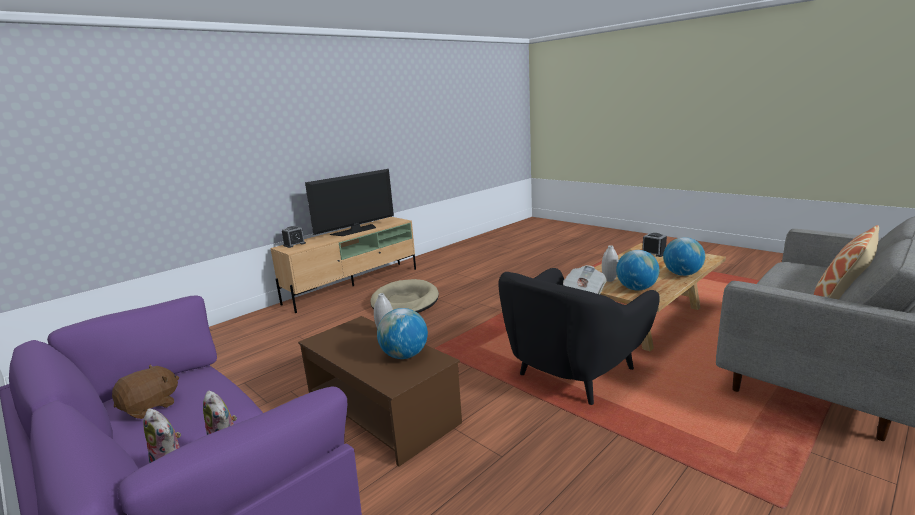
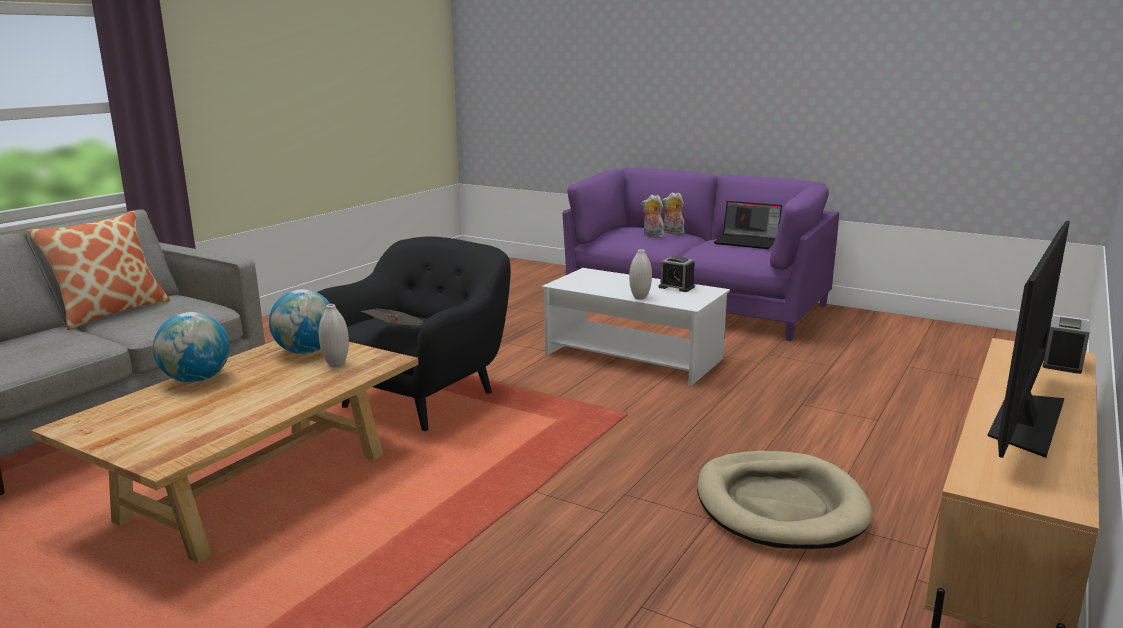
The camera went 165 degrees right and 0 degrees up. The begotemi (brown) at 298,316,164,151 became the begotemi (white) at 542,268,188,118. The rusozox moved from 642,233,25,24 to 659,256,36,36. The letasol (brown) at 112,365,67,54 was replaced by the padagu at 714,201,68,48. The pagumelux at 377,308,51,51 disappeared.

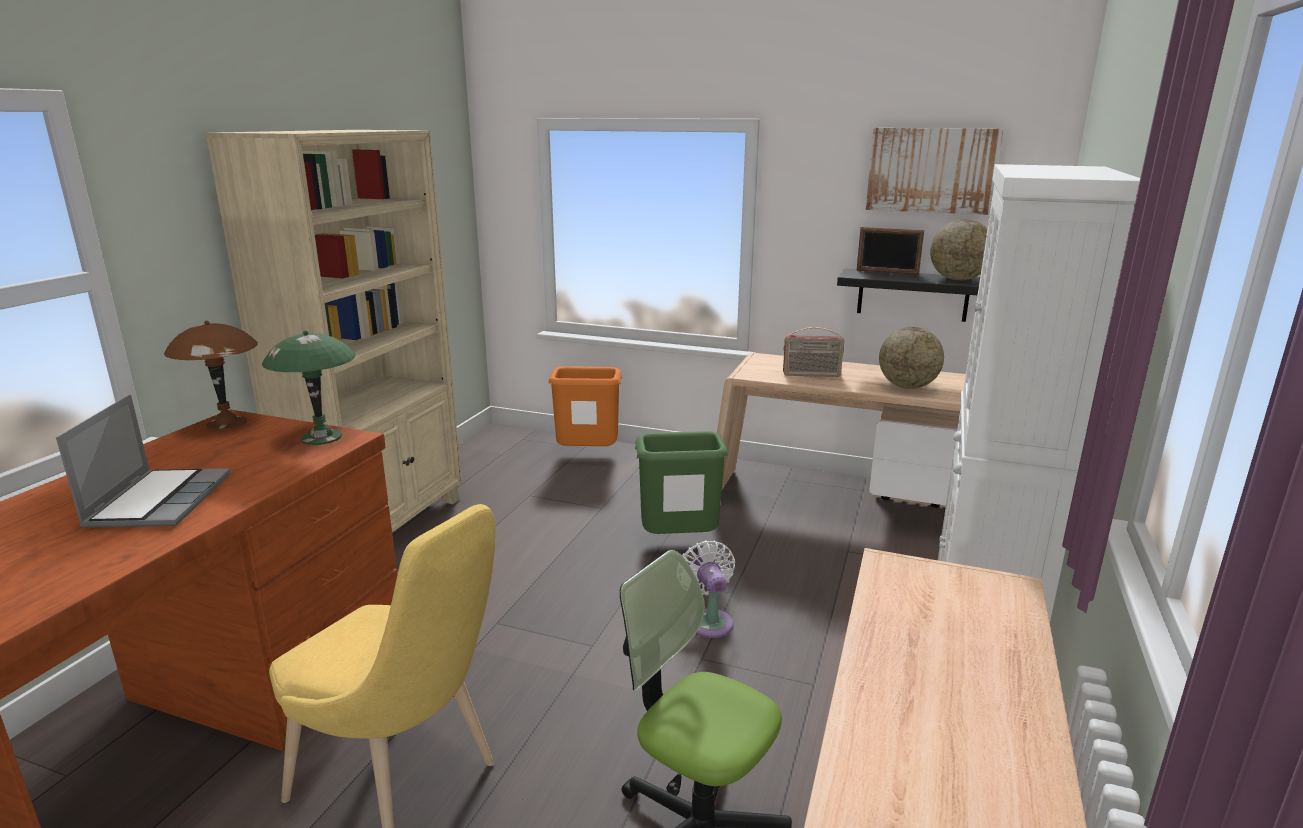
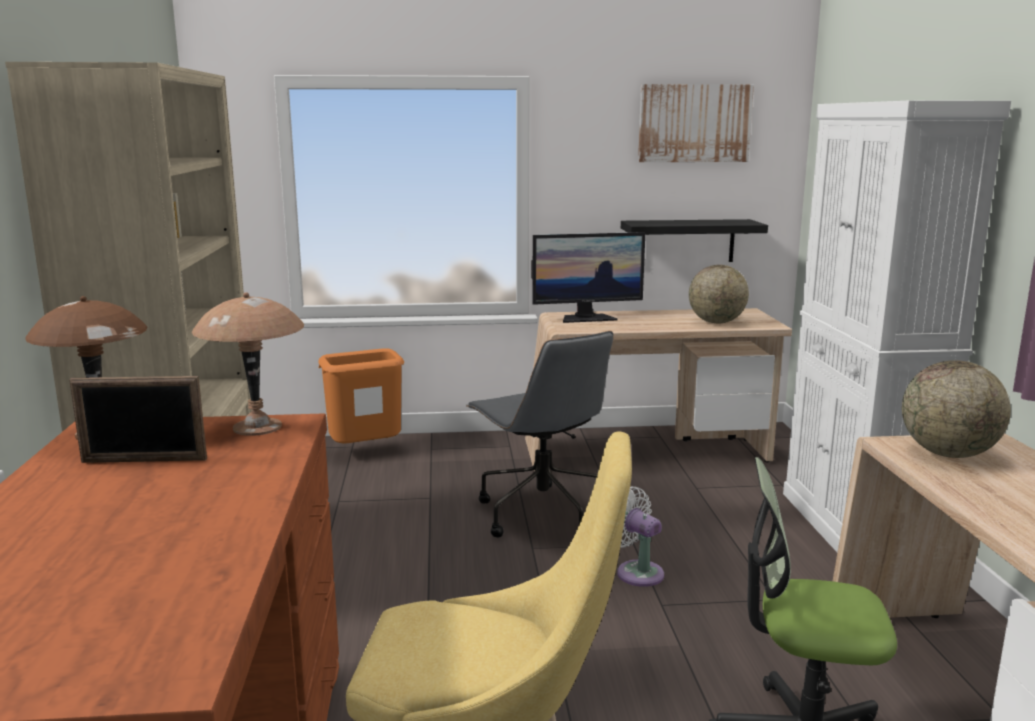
The camera went 25 degrees left and 5 degrees down. The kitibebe moved from 856,227,68,48 to 69,376,138,87. The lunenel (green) at 262,330,94,115 became the lunenel (brown) at 192,292,112,144. The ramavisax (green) at 635,431,93,103 was replaced by the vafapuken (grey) at 466,331,147,206. The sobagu at 531,232,114,91 appeared. The pagumelux moved from 930,219,58,62 to 902,360,109,98. The padagu at 56,394,175,134 disappeared. The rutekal at 783,327,61,50 disappeared.

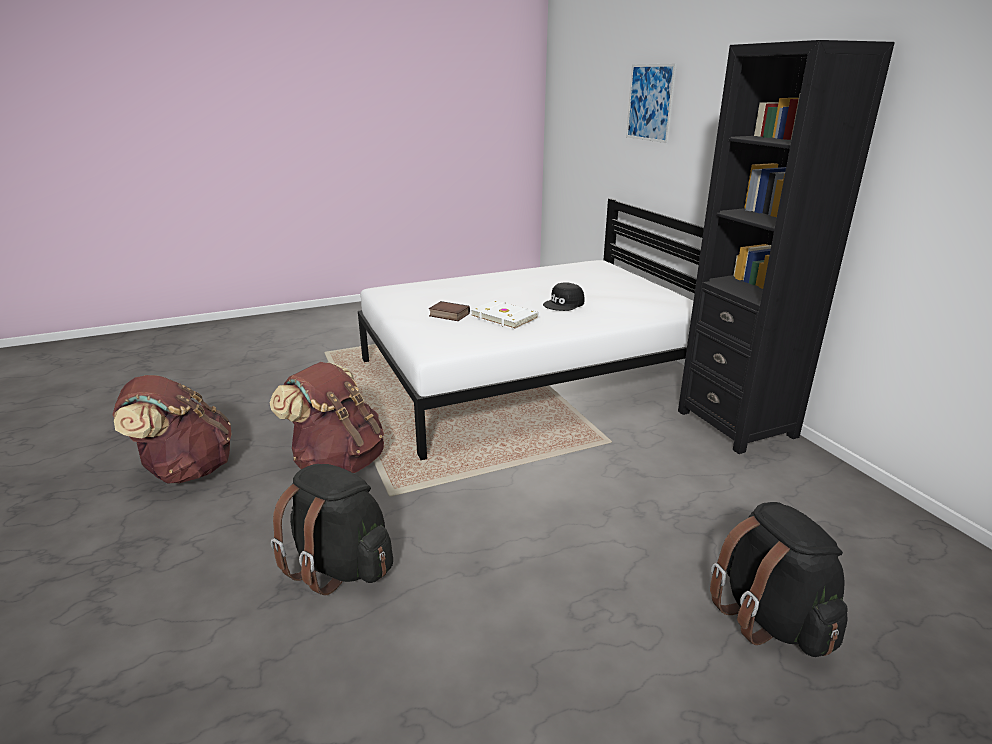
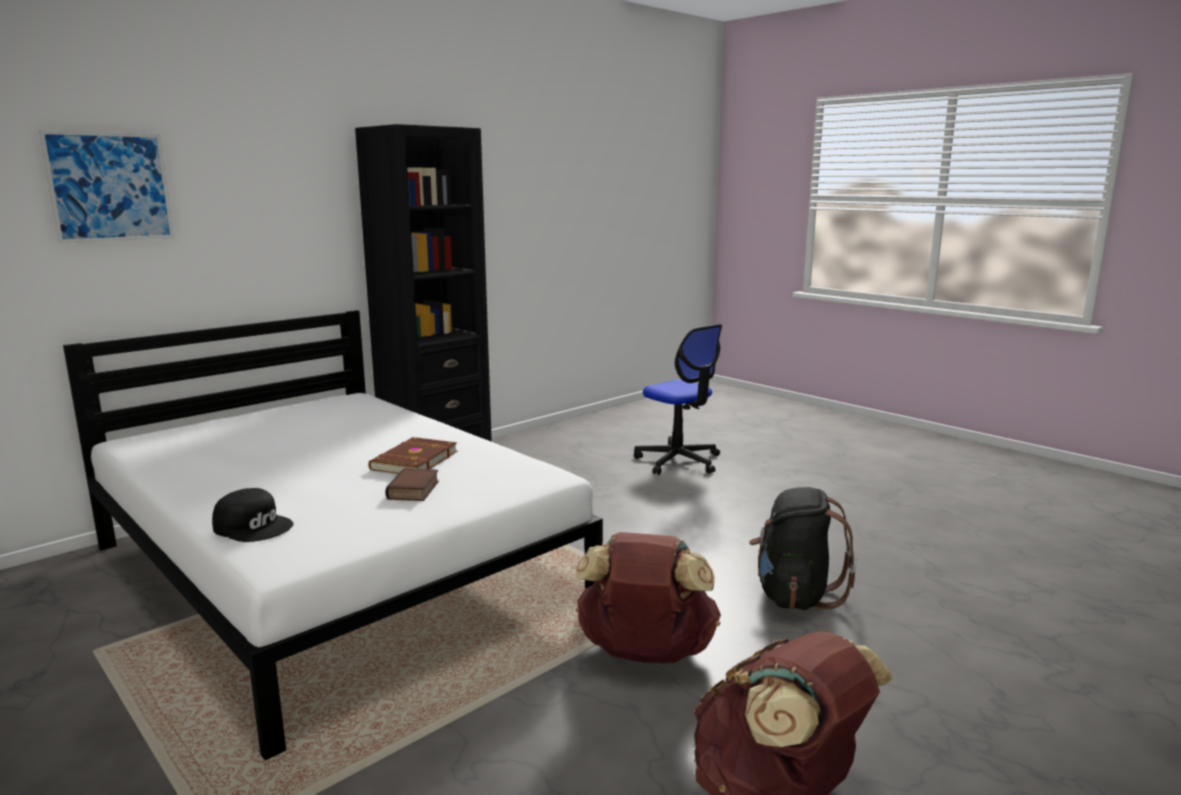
The camera went 110 degrees left and 10 degrees down. The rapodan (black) moved from 543,283,42,28 to 212,488,82,54. The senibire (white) at 471,300,68,29 became the senibire (brown) at 369,437,89,37. The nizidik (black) at 710,502,138,155 was replaced by the vafapuken at 634,324,88,151.

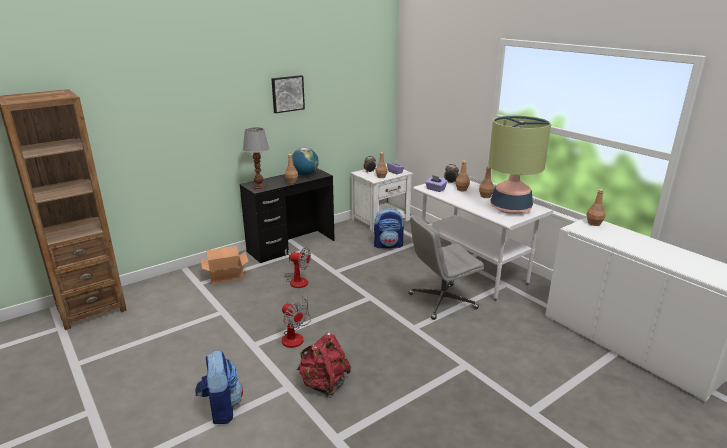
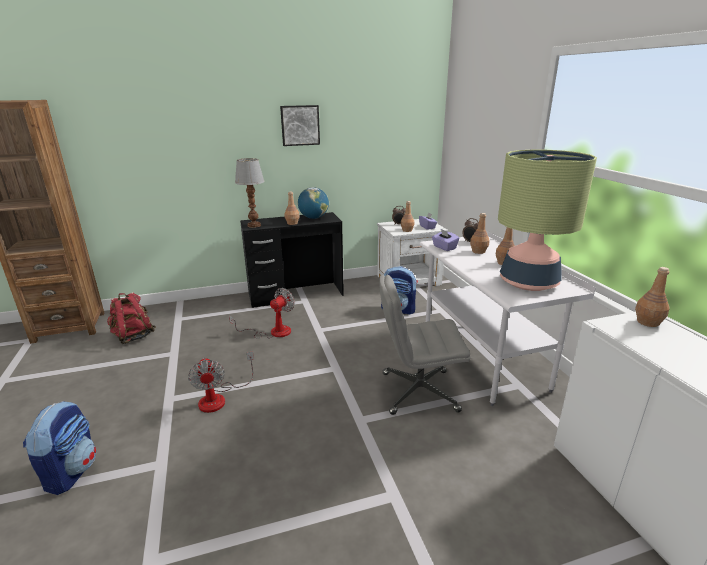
The camera went 20 degrees right and 0 degrees up. The nizidik (red) moved from 297,332,54,65 to 107,292,49,52. The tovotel at 285,247,26,41 turned 90 degrees counterclockwise. The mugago at 201,246,48,38 disappeared.

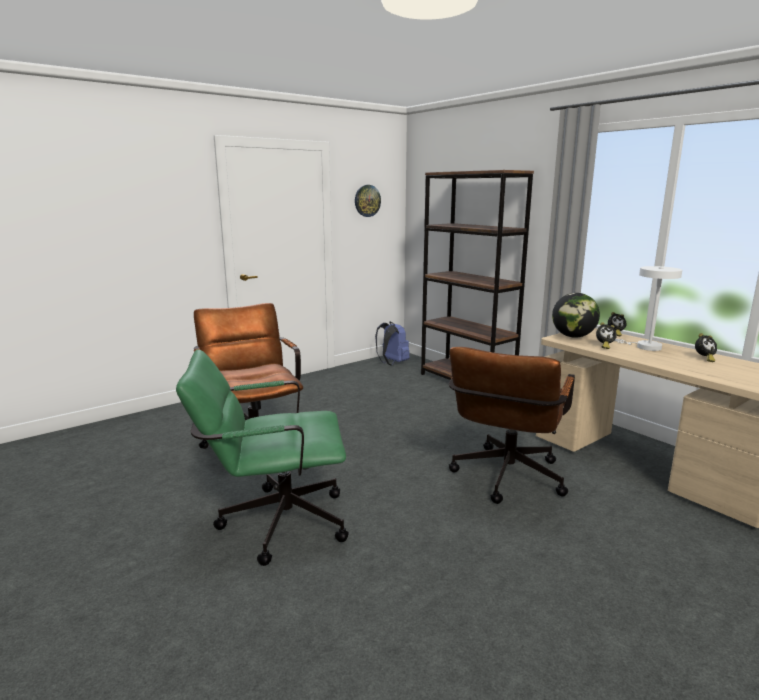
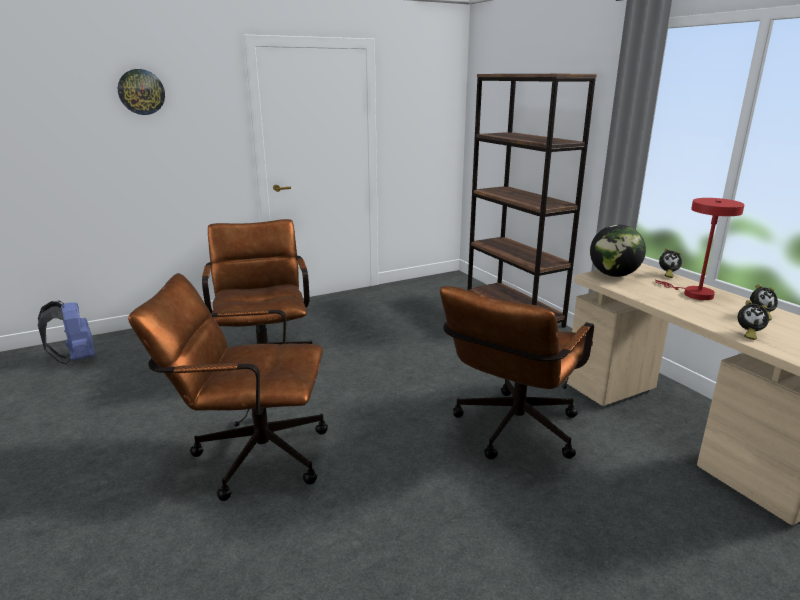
The camera went 10 degrees right and 5 degrees up. The nizidik (blue) moved from 375,321,35,45 to 38,300,57,64. The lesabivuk moved from 355,185,26,32 to 118,69,47,46. The vafapuken (green) at 176,349,173,217 became the vafapuken (brown) at 128,273,200,228. The lunenel (white) at 614,266,68,85 became the lunenel (red) at 655,198,90,102. The rusozox moved from 596,322,21,27 to 738,300,31,40.

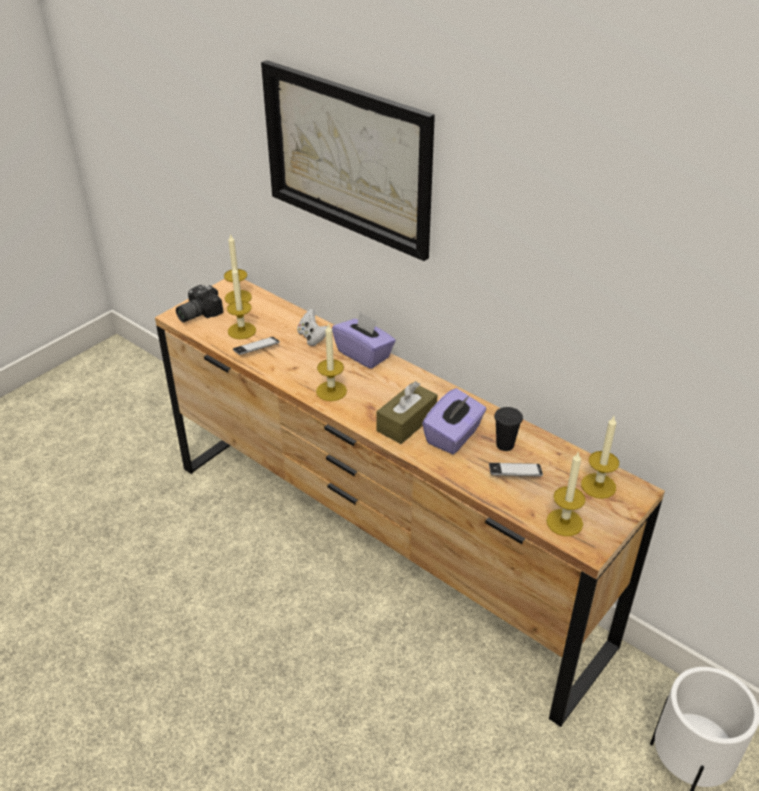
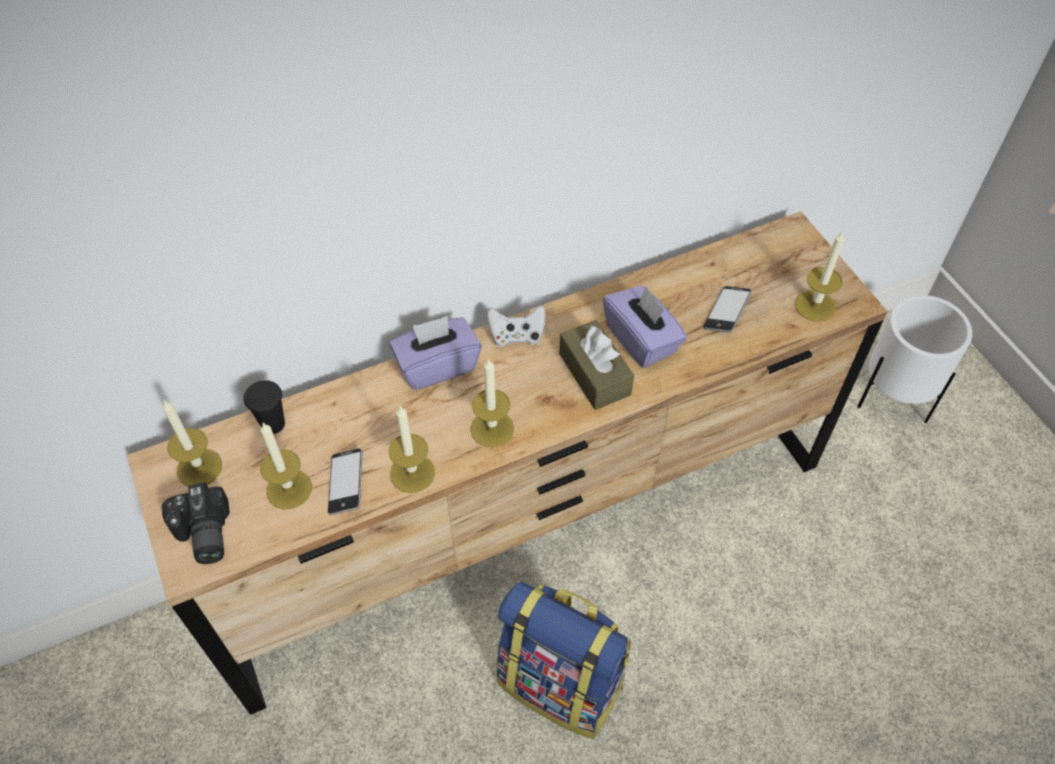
The camera went 65 degrees left and 15 degrees up. The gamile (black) moved from 494,407,29,44 to 244,380,41,54. The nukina moved from 581,416,38,83 to 388,406,47,87. The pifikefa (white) moved from 297,309,30,37 to 487,305,58,42. The nizidik at 496,582,135,157 appeared. The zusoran at 261,60,174,201 disappeared.

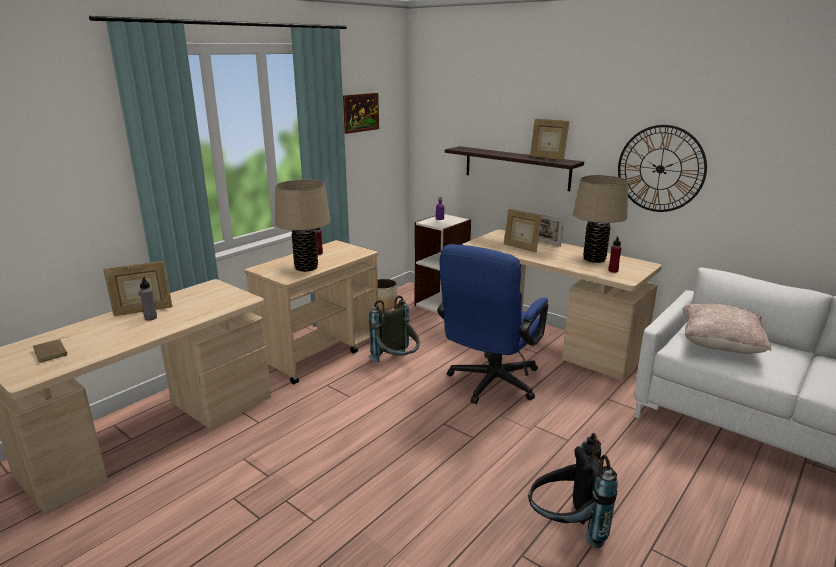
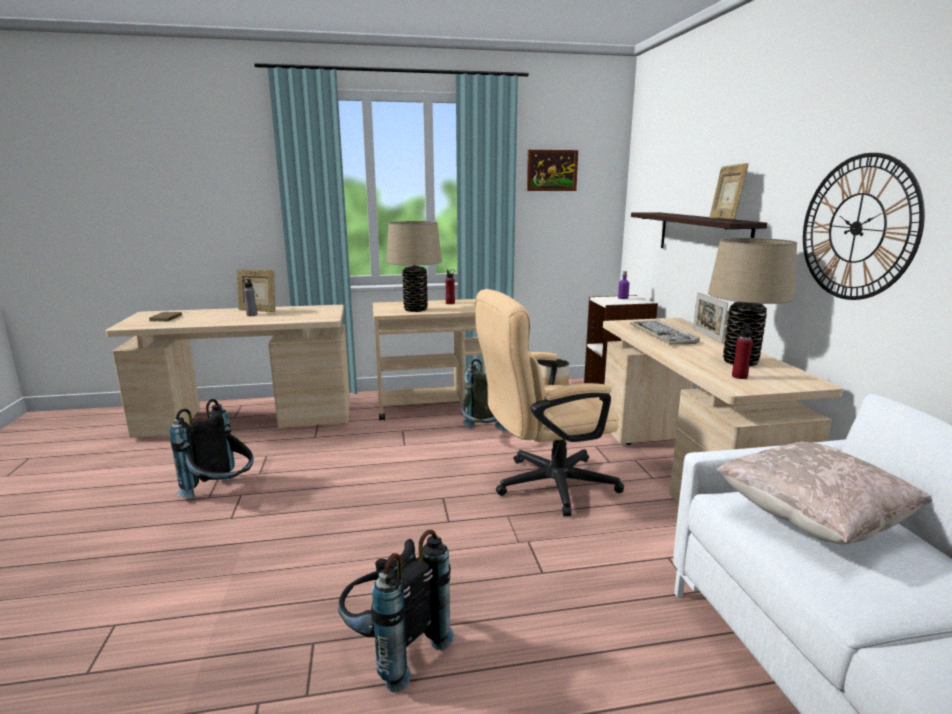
The camera went 40 degrees right and 5 degrees down. The nizidik (black) at 169,399,85,99 appeared. The vafapuken (blue) at 437,244,111,160 became the vafapuken (beige) at 475,289,149,227. The kitibebe at 504,209,38,43 was replaced by the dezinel at 630,319,70,26.

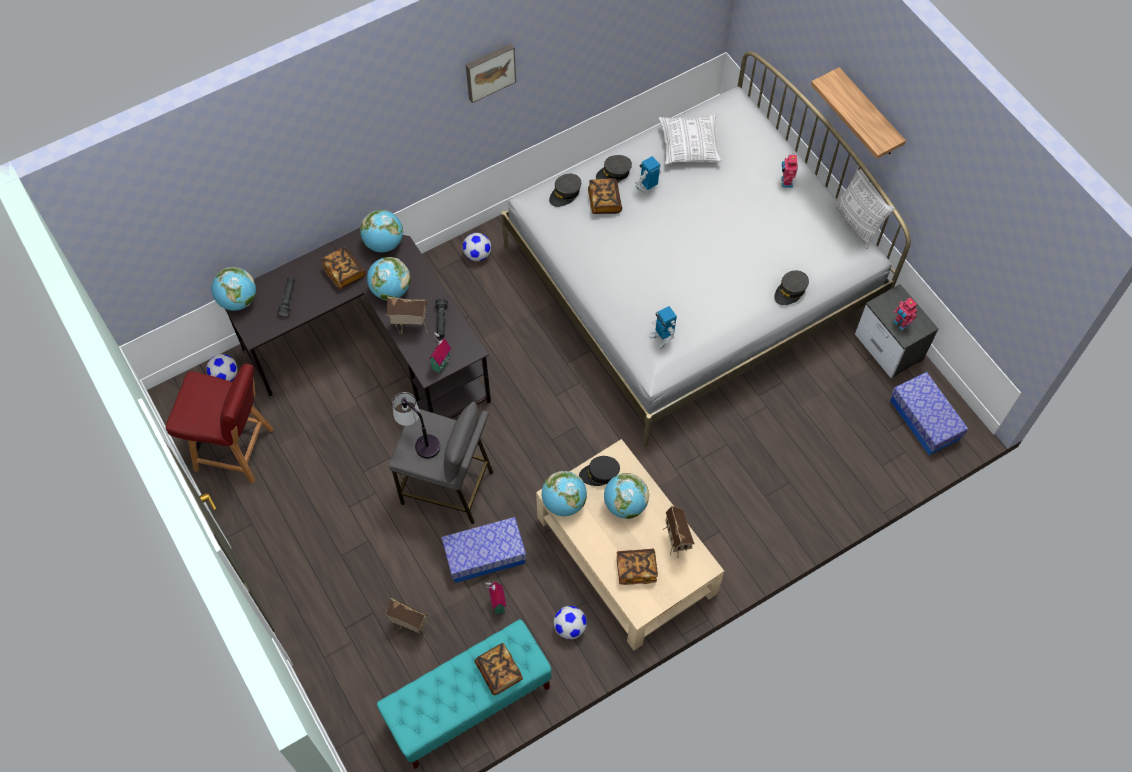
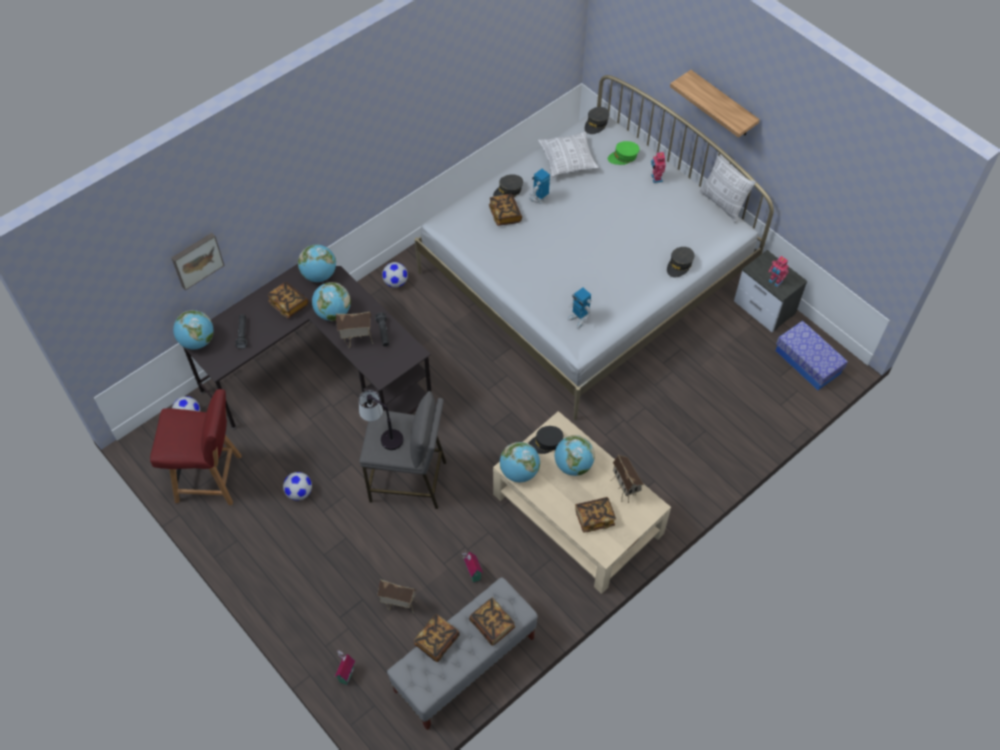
The camera went 10 degrees left and 5 degrees down. The zusoran moved from 466,44,50,59 to 171,233,54,57. The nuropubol moved from 554,606,33,33 to 283,472,29,29. The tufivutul moved from 428,332,23,41 to 335,650,20,35. The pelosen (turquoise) at 377,619,175,150 became the pelosen (grey) at 387,577,151,153. The senibire at 414,614,46,48 appeared. The rapodan (grey) moved from 549,174,32,33 to 584,107,25,27. The rapodan (green) at 608,141,31,24 appeared. The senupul at 441,517,85,66 disappeared.

